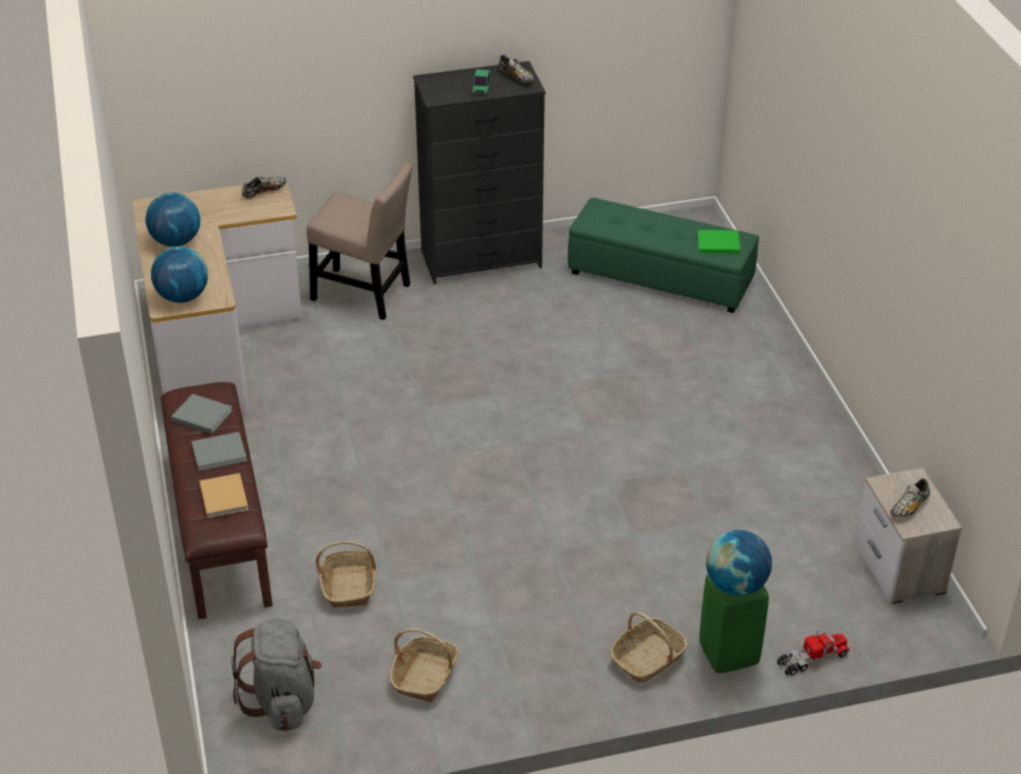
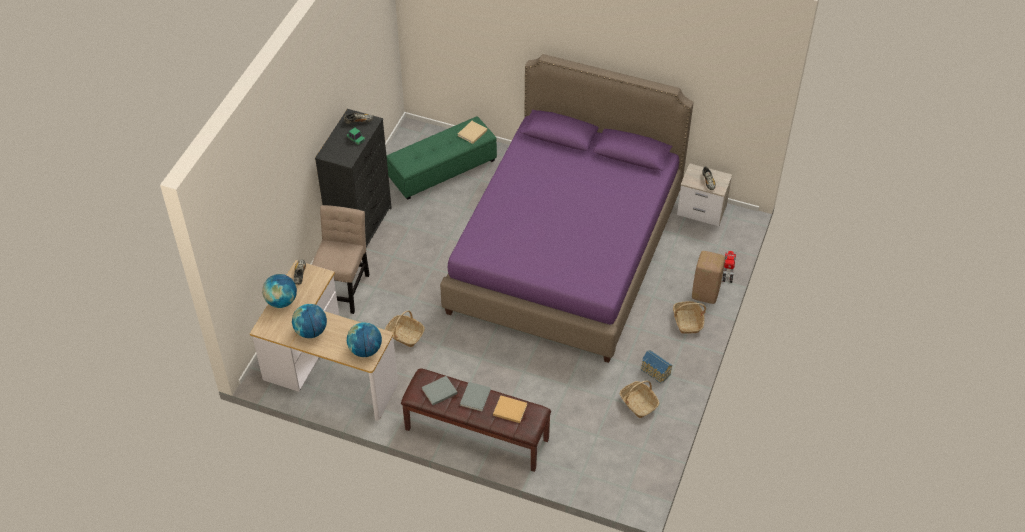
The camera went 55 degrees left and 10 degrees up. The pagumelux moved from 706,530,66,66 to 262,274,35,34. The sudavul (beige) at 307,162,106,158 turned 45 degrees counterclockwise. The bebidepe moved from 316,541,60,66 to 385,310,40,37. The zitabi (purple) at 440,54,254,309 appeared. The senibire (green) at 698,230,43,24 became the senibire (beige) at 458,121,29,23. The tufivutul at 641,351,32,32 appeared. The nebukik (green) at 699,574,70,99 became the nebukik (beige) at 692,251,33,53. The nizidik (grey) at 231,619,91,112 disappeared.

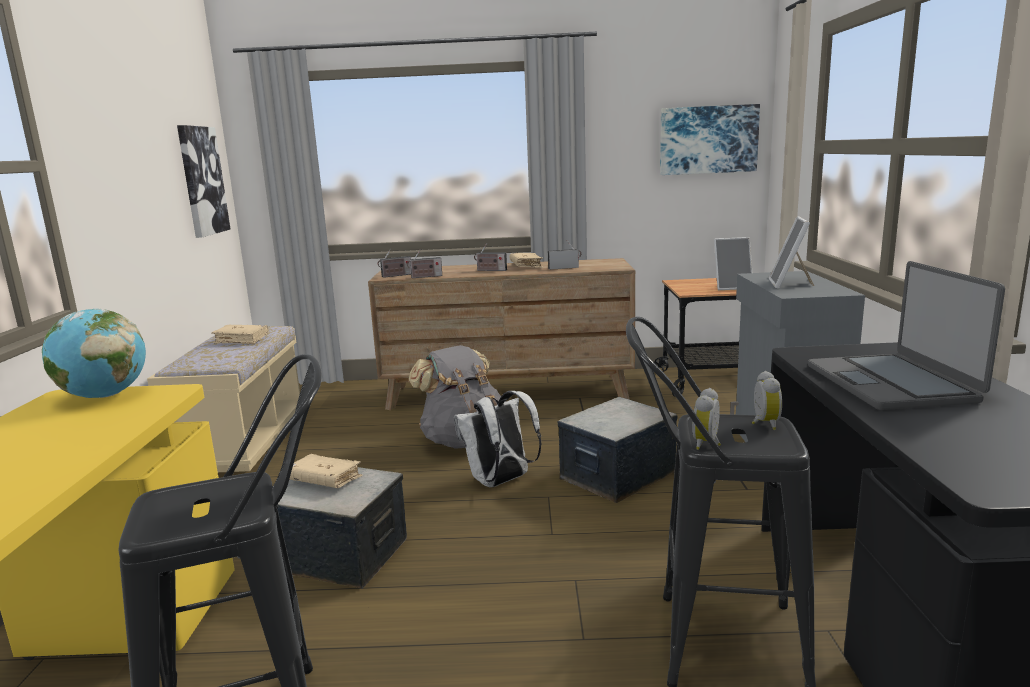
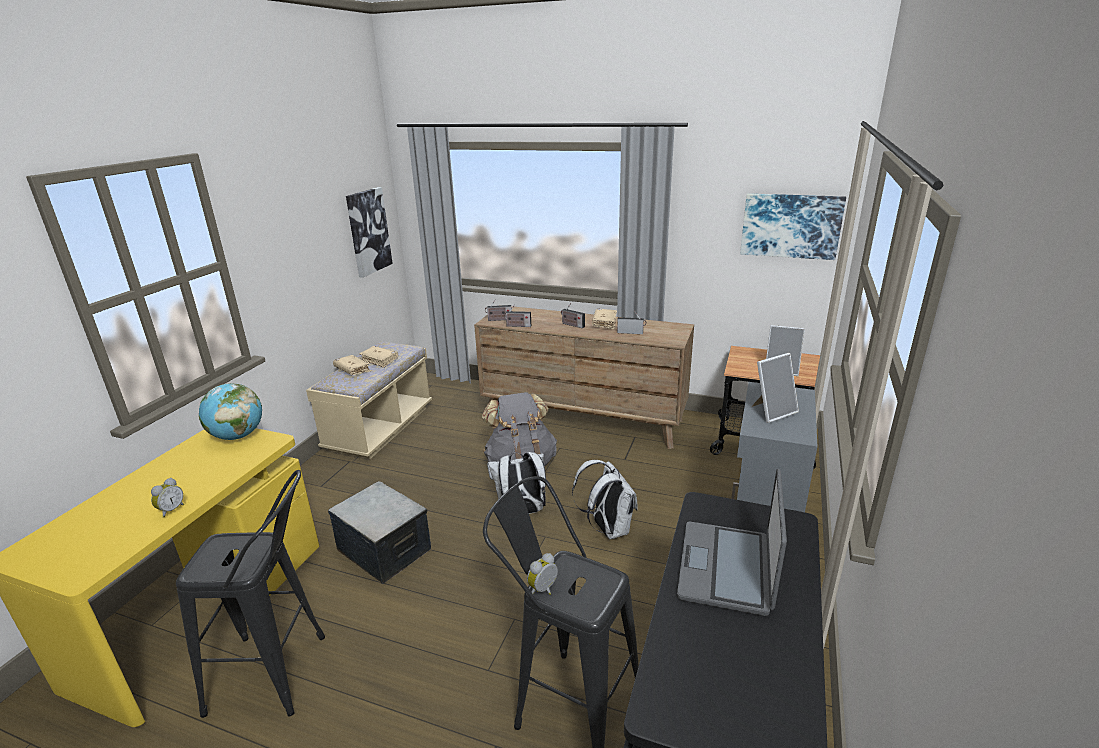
The camera went 20 degrees right and 10 degrees up. The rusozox moved from 752,371,30,59 to 151,478,33,40. The senibire (beige) moved from 289,454,73,34 to 333,355,38,20. The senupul at 558,397,120,106 was replaced by the nizidik (white) at 572,460,66,79. The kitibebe at 769,216,45,73 turned 150 degrees counterclockwise.

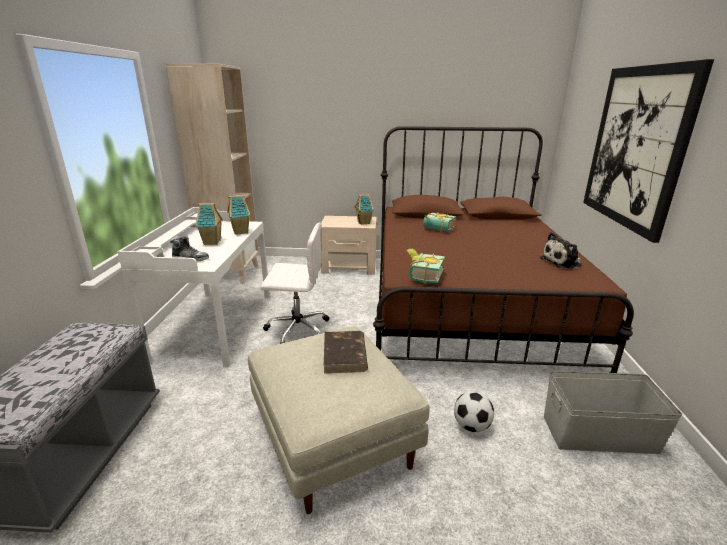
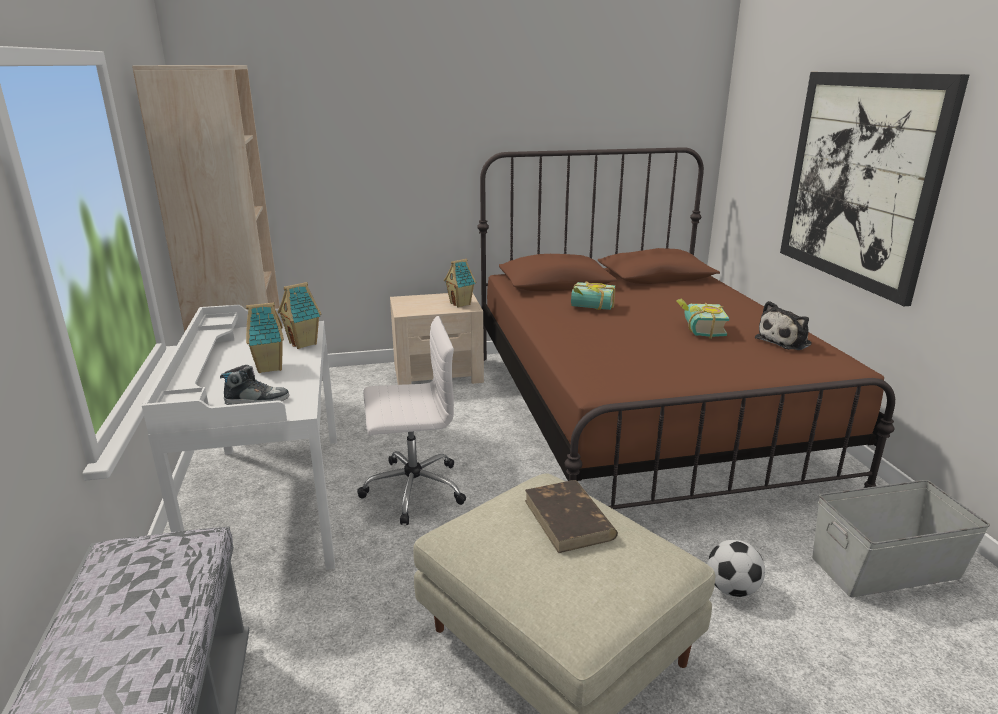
The camera went 15 degrees left and 0 degrees up. The senibire moved from 407,249,38,35 to 676,299,54,40.

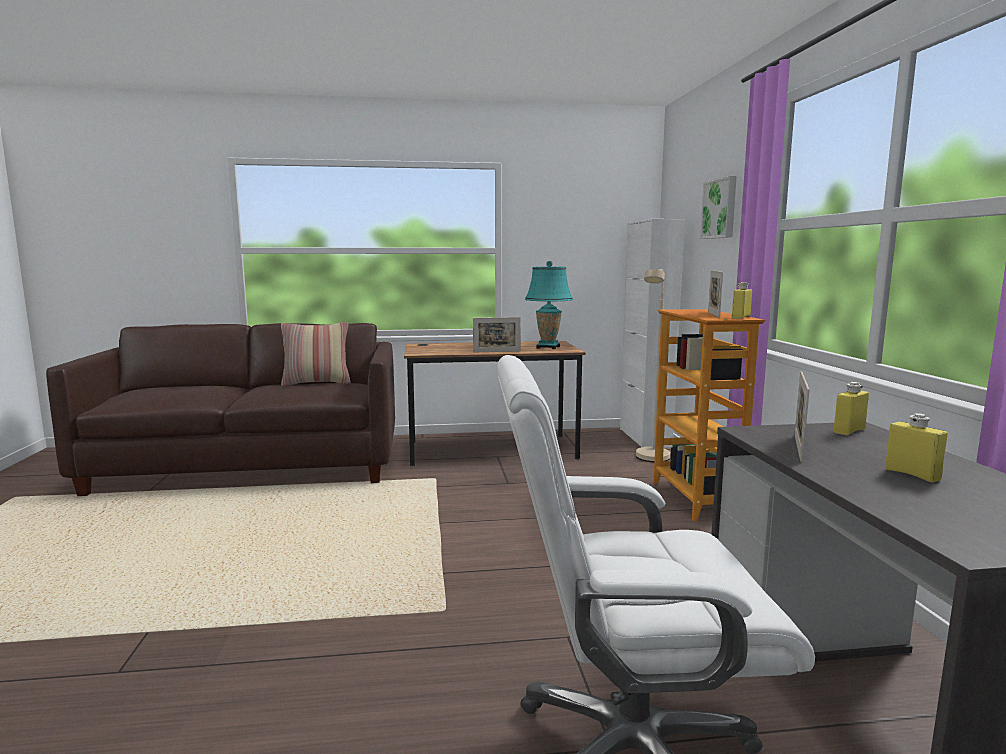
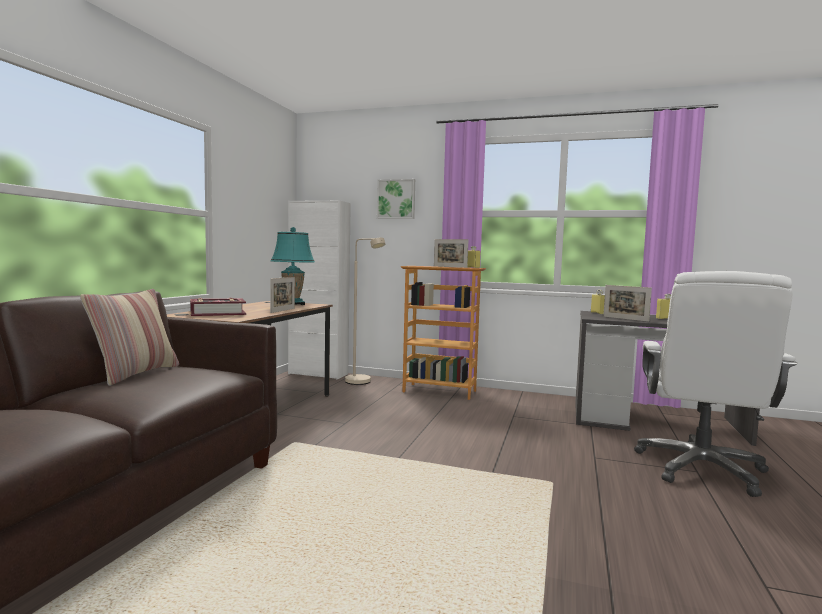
The camera went 65 degrees left and 5 degrees down. The senibire at 190,298,56,18 appeared.

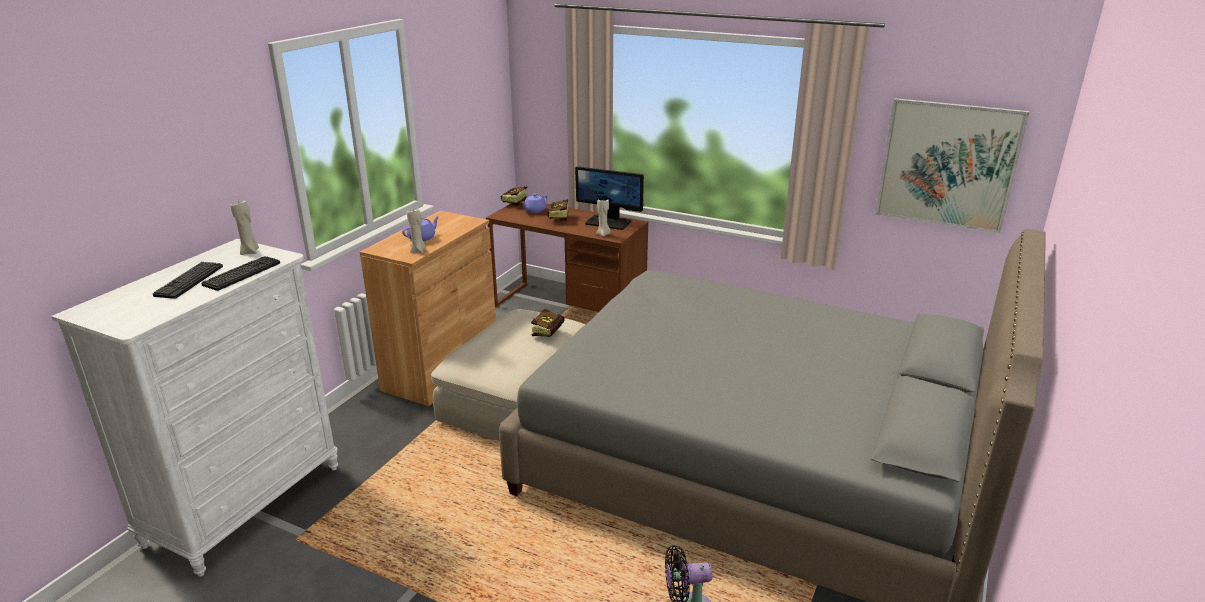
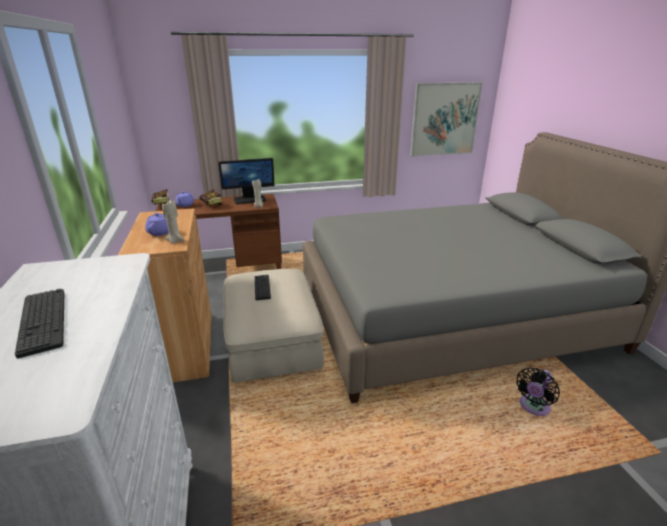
The camera went 40 degrees left and 0 degrees up. The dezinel moved from 201,256,79,35 to 255,275,16,25. The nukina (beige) at 230,201,29,54 disappeared. The senibire at 531,309,34,28 disappeared.

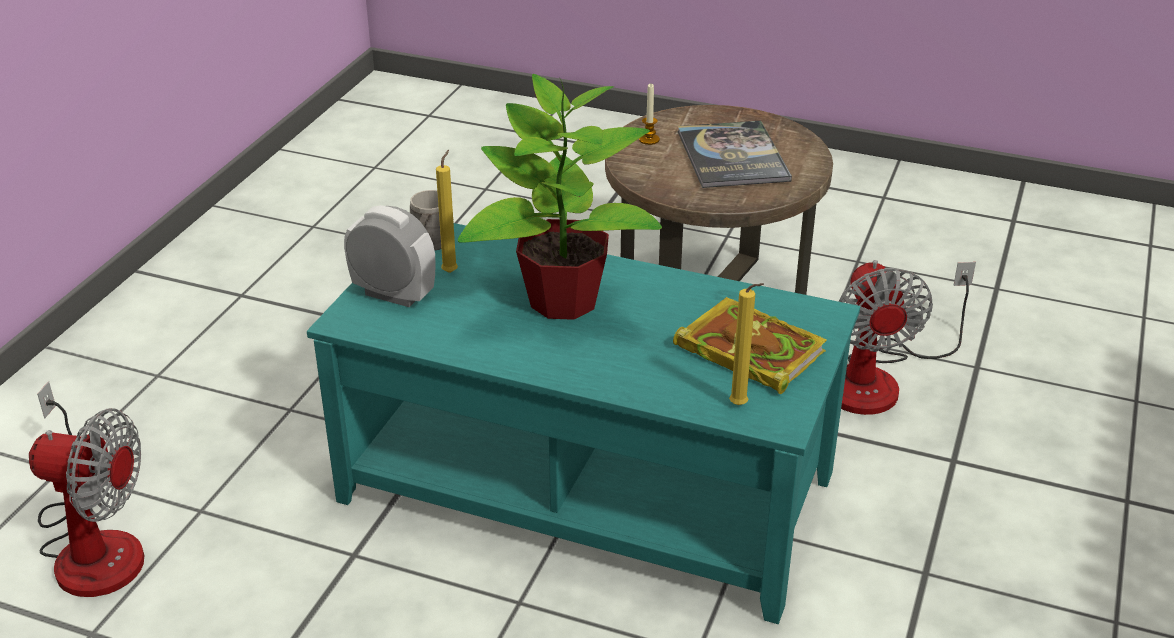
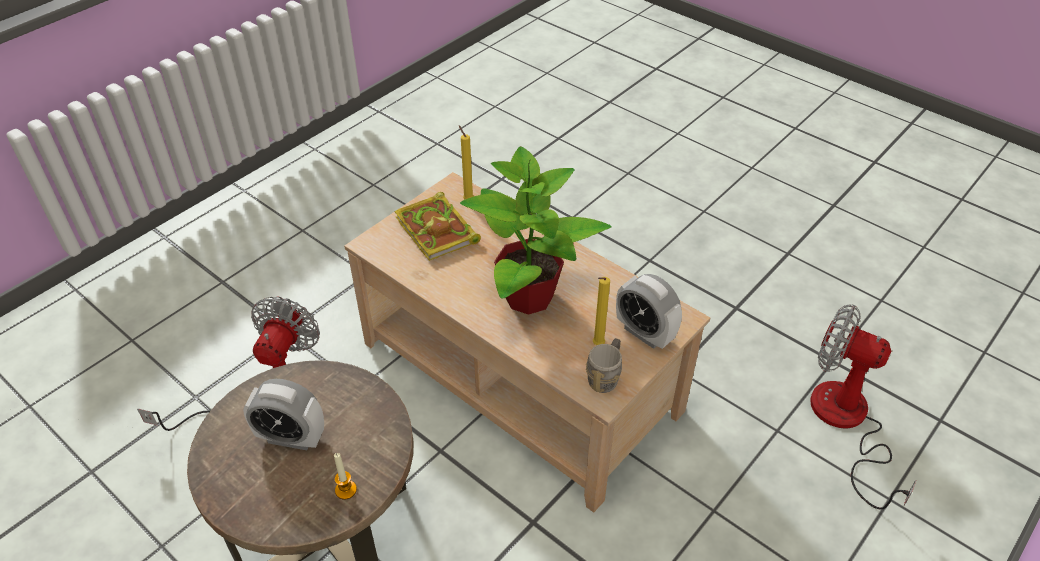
The camera went 160 degrees left and 10 degrees up. The senibire at 677,121,115,67 was replaced by the rusozox at 243,379,81,71. The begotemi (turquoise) at 307,223,553,401 became the begotemi (beige) at 344,172,366,341.

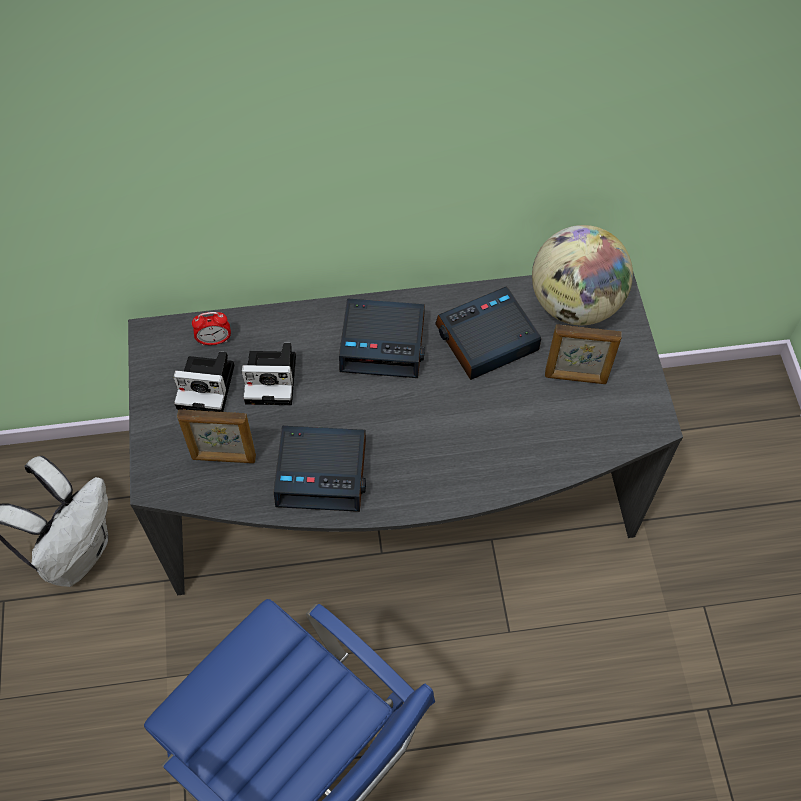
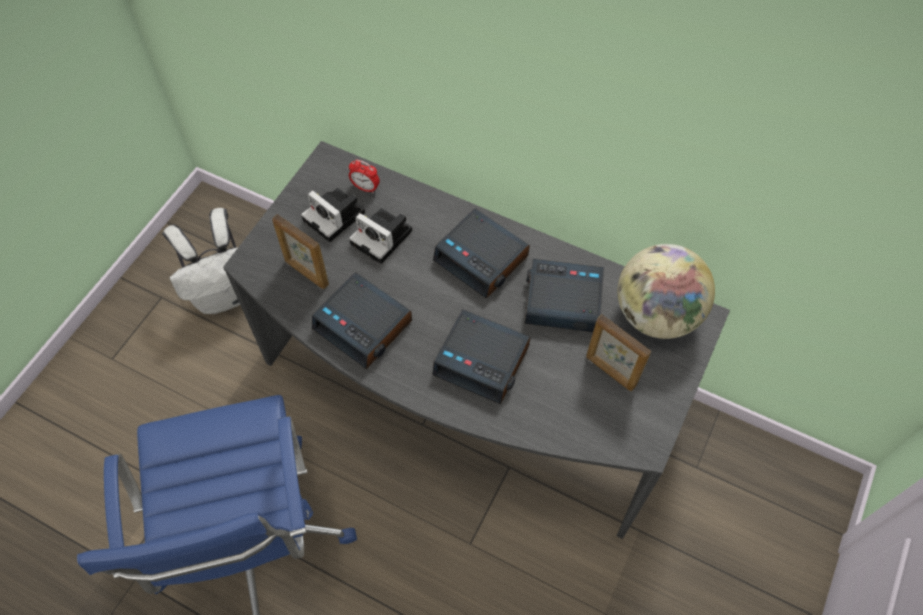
The camera went 35 degrees right and 0 degrees up. The rusozox at 432,309,99,95 appeared.

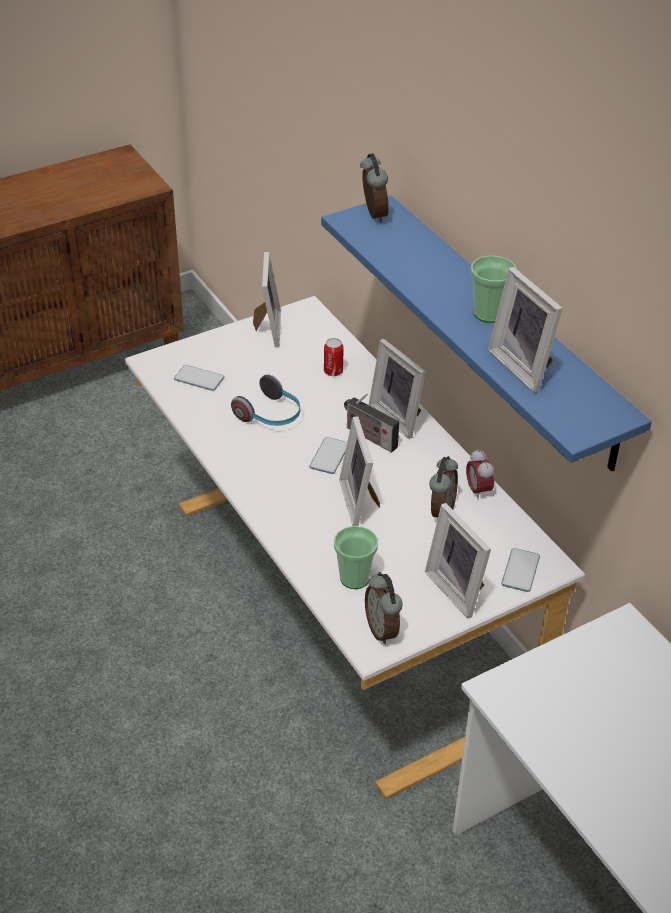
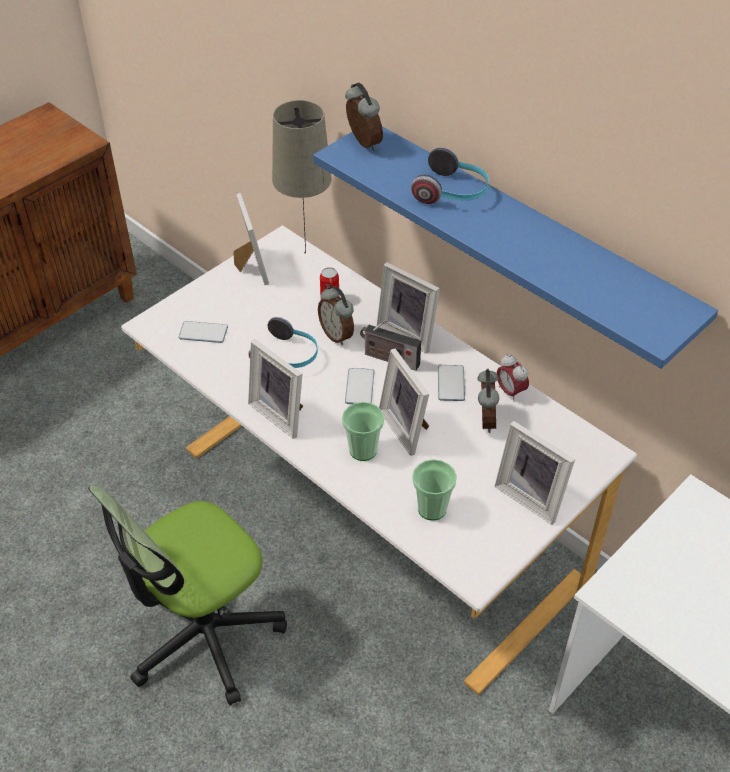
The camera went 15 degrees left and 5 degrees up. The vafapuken at 89,485,198,220 appeared. The kitibebe moved from 488,267,75,126 to 248,339,55,100. The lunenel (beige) at 272,100,60,154 appeared. The rusozox moved from 365,572,38,72 to 318,286,36,59. The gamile moved from 471,256,46,67 to 342,402,42,59. The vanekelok at 411,147,78,57 appeared. The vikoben moved from 501,548,39,44 to 438,365,27,36.

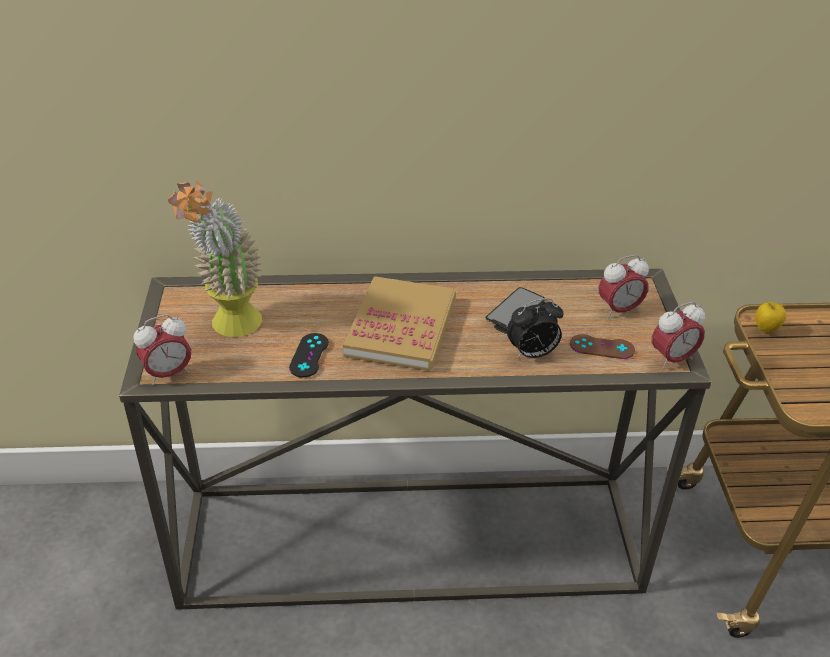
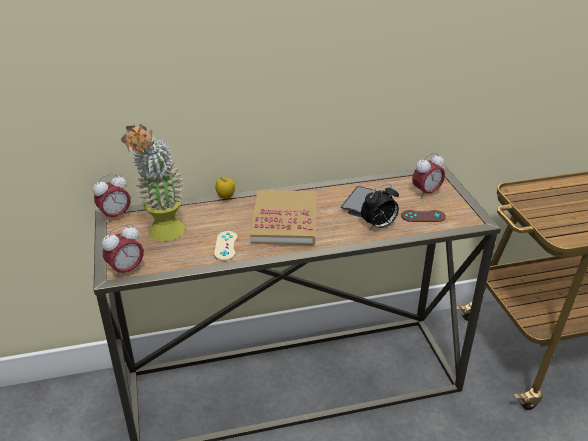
The camera went 10 degrees left and 5 degrees down. The rusozox moved from 652,302,53,67 to 93,173,38,50. The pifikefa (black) at 289,333,40,45 became the pifikefa (beige) at 214,231,24,30. The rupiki moved from 755,302,31,31 to 215,177,20,22.

